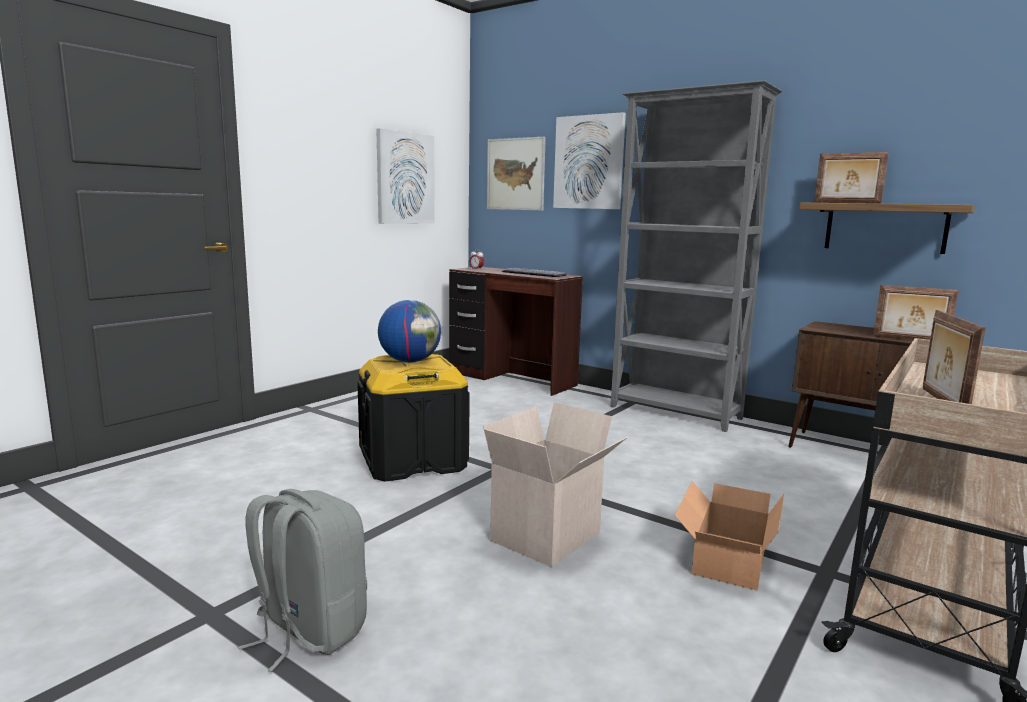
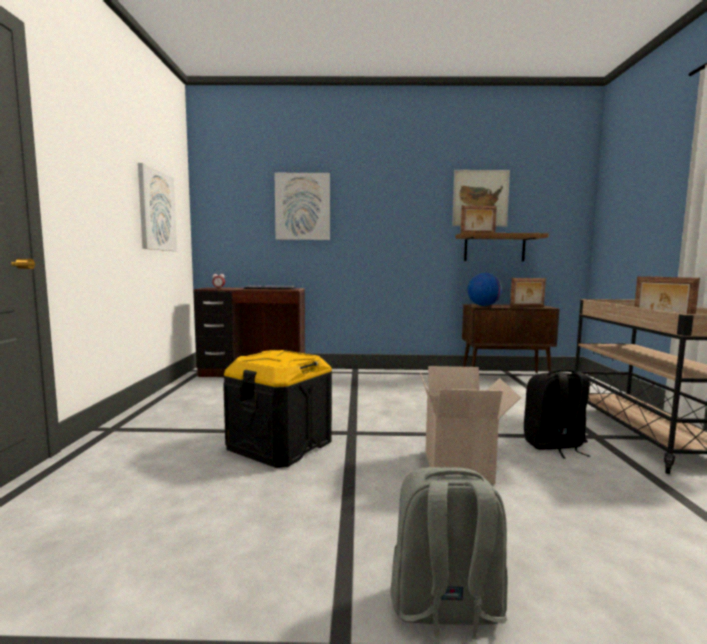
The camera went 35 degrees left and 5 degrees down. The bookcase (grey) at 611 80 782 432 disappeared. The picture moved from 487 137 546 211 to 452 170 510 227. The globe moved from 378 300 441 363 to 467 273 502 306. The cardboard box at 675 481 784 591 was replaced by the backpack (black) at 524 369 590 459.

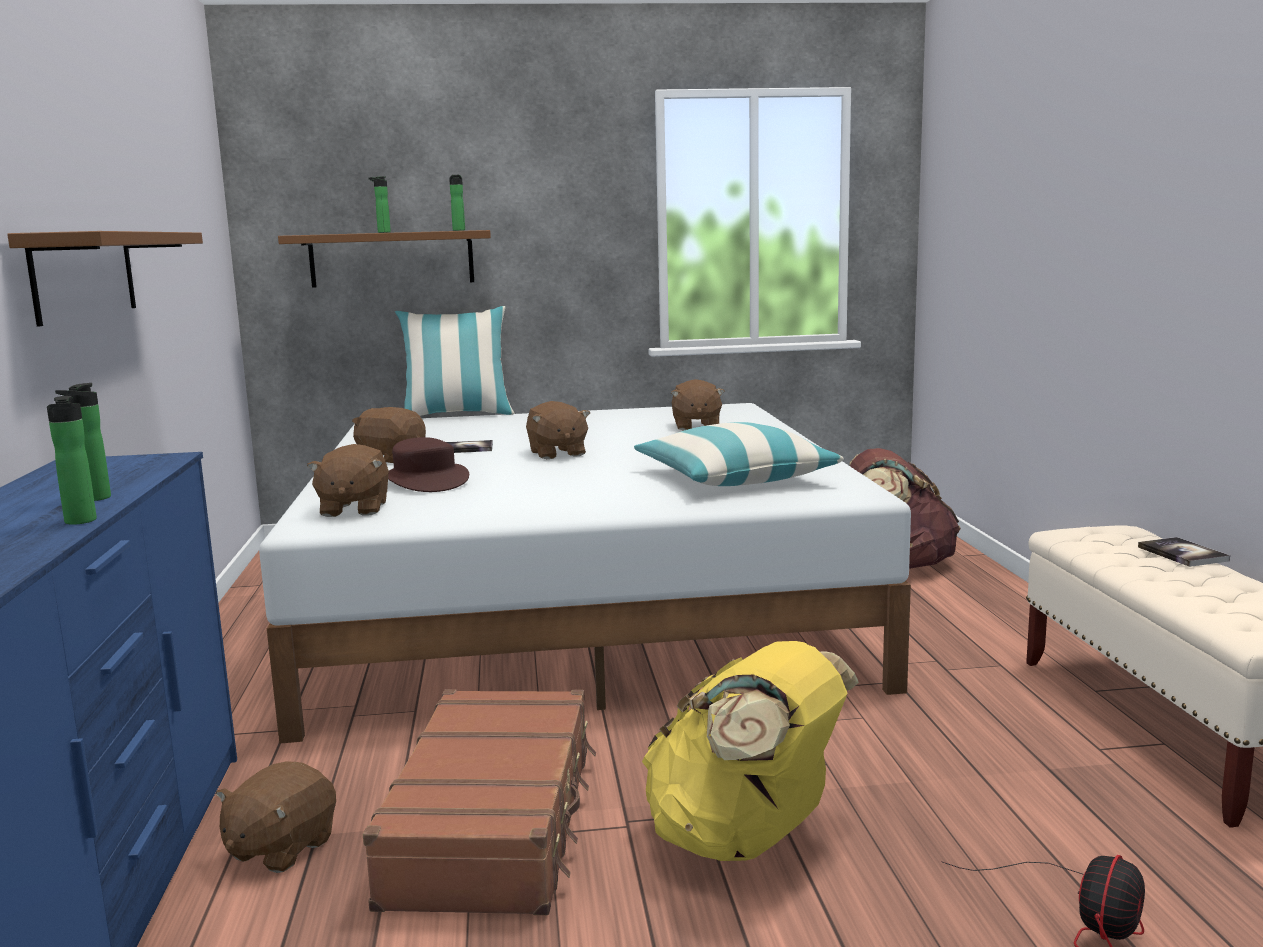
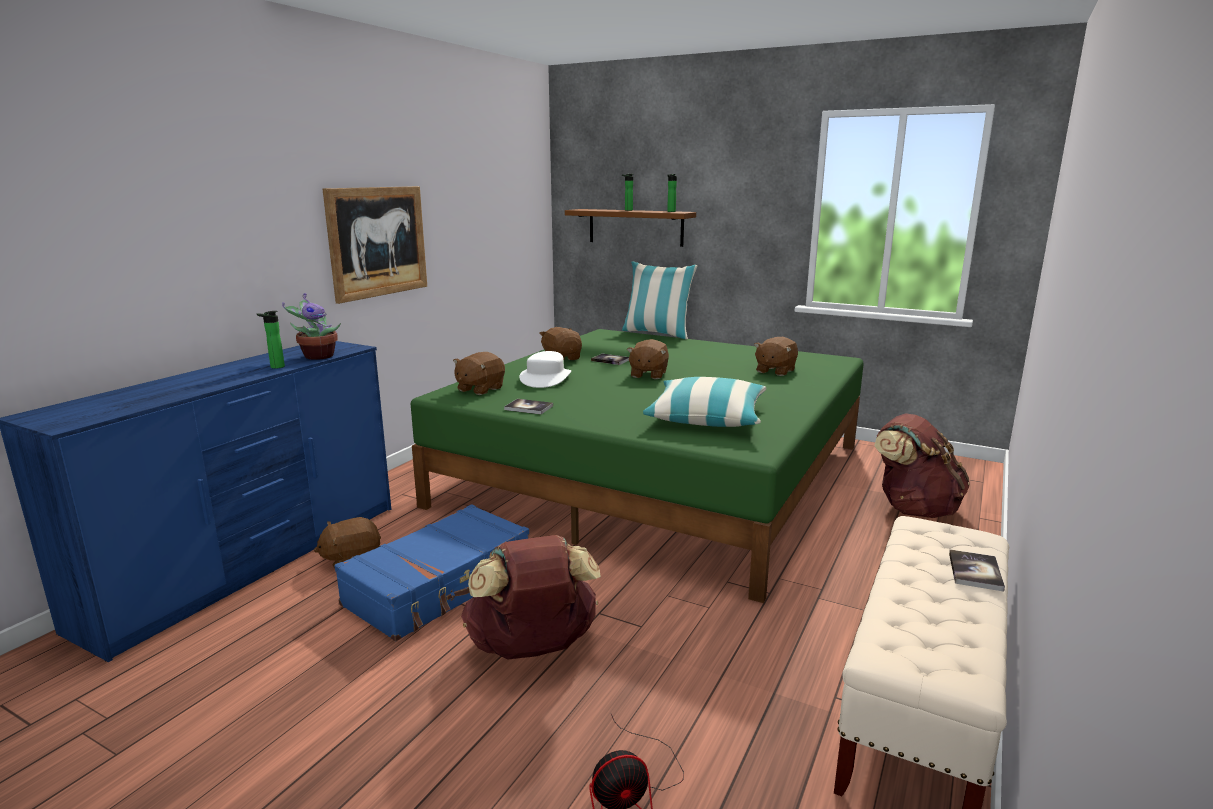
The camera went 35 degrees right and 5 degrees up. The shelf (brown) at 7 231 203 327 was replaced by the picture at 322 186 427 304. The bottle at 47 396 97 525 disappeared. The bed (white) at 259 403 911 744 became the bed (green) at 411 329 864 603. The hat (brown) at 388 437 469 492 became the hat (white) at 519 351 571 388. The backpack (yellow) at 642 641 859 861 became the backpack (brown) at 461 535 601 660. The suitcase (brown) at 363 689 596 915 became the suitcase (blue) at 334 504 529 641. The potted plant at 282 293 341 360 appeared. The book at 504 399 553 415 appeared.

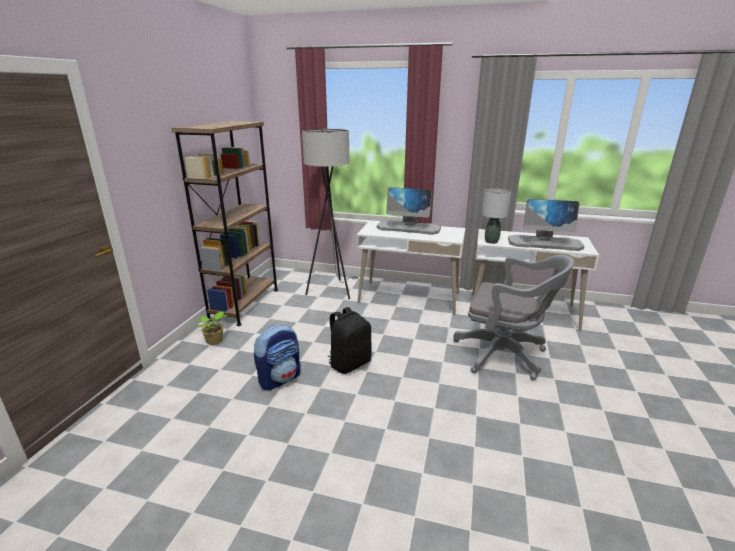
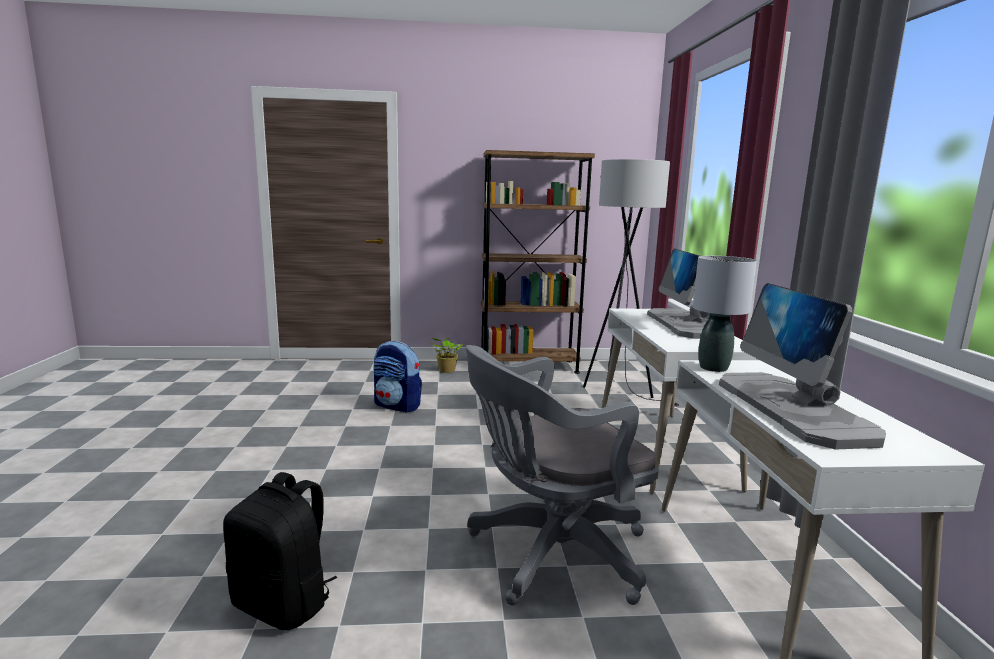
The camera went 70 degrees right and 10 degrees down. The office chair (grey) at 453 255 574 380 turned 60 degrees clockwise. The backpack (black) moved from 328 307 372 374 to 223 472 337 630.

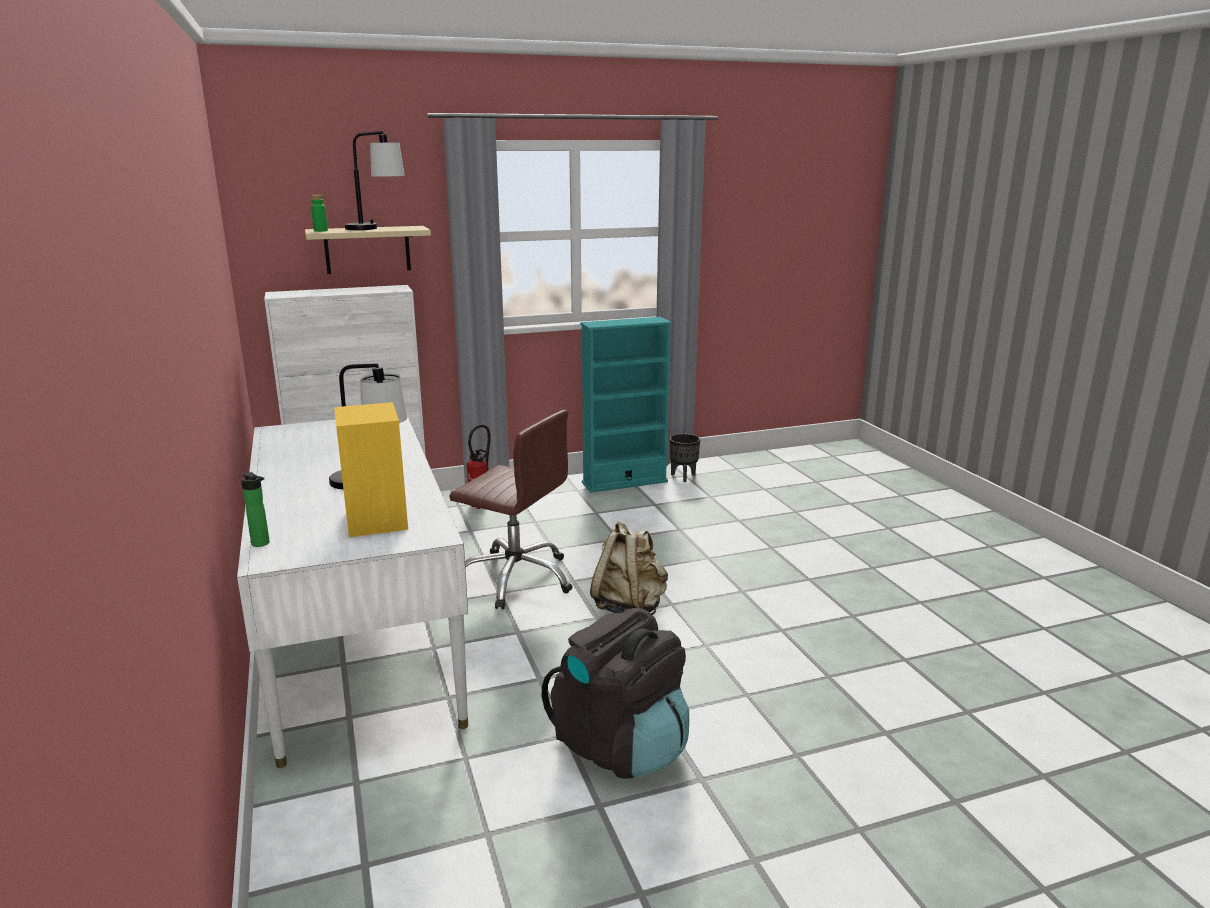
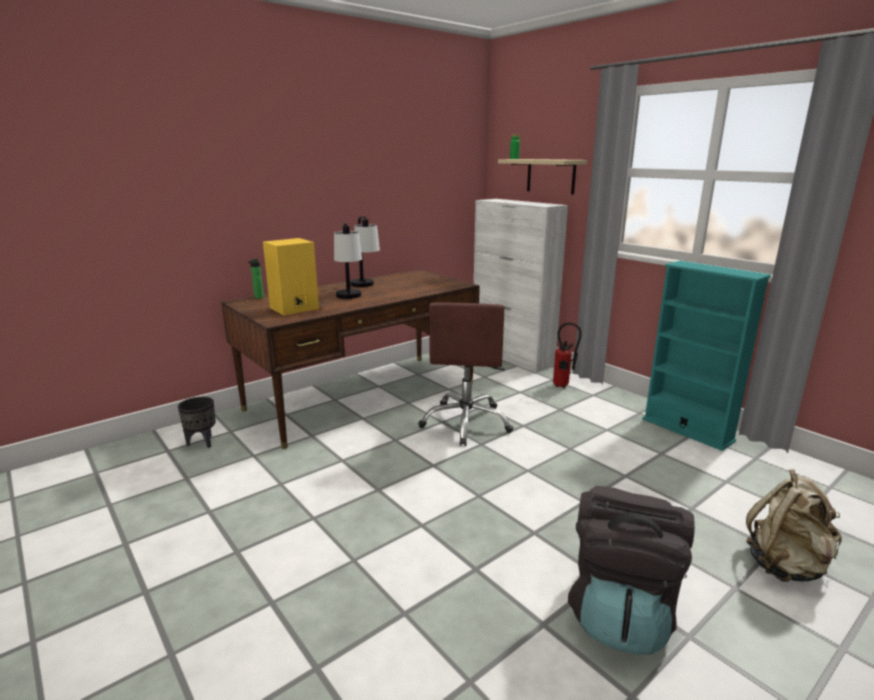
The camera went 70 degrees right and 0 degrees up. The table lamp moved from 345 131 405 230 to 350 216 380 287. The desk (white) at 237 416 468 768 became the desk (brown) at 221 270 480 449. The planter (black) moved from 670 434 700 482 to 178 397 216 448. The backpack (beige) moved from 590 522 668 615 to 746 469 842 582. The backpack (black) moved from 542 608 689 779 to 568 486 695 655.

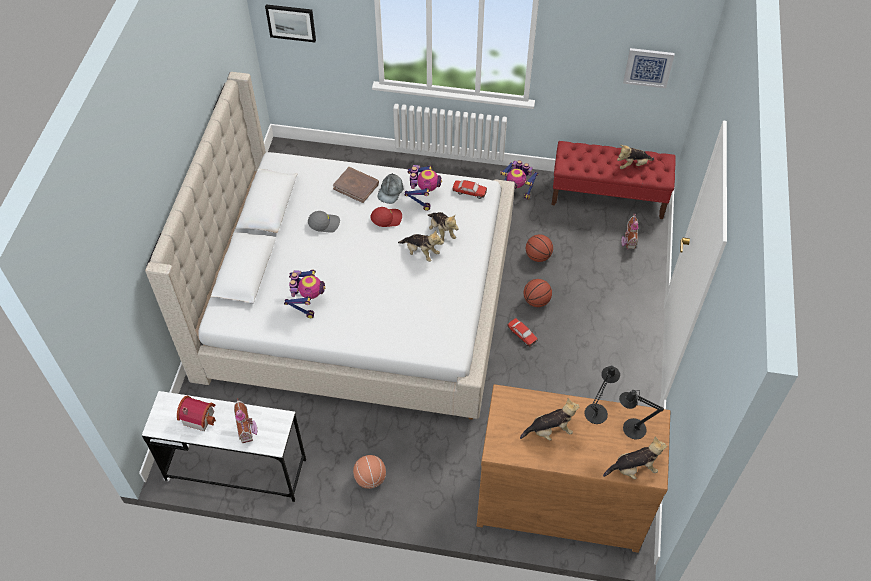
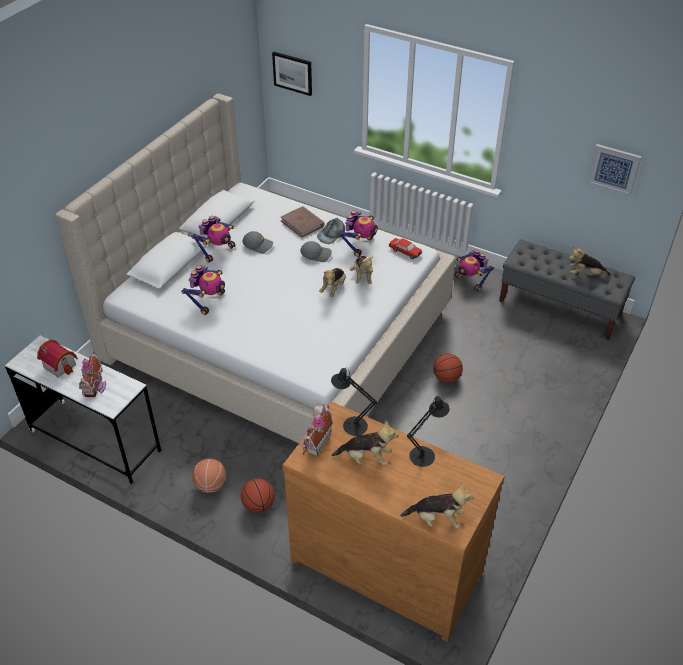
The camera went 20 degrees right and 10 degrees down. The bench (red) at 551 141 676 219 became the bench (grey) at 499 239 635 340. The cap (red) at 370 207 402 227 became the cap (grey) at 300 241 332 262. The toy house moved from 621 213 639 249 to 303 404 333 456. The plush toy at 398 230 444 262 turned 60 degrees clockwise. The basketball moved from 526 234 553 262 to 241 479 275 513. The toy car at 507 318 538 347 disappeared. The table lamp (black) moved from 619 390 664 439 to 331 368 377 436. The toy robot at 191 216 236 263 appeared.

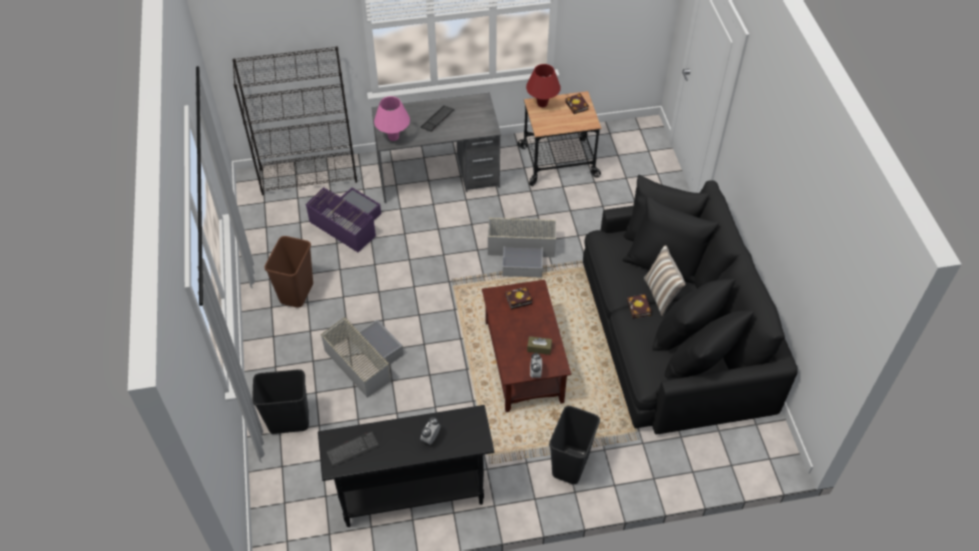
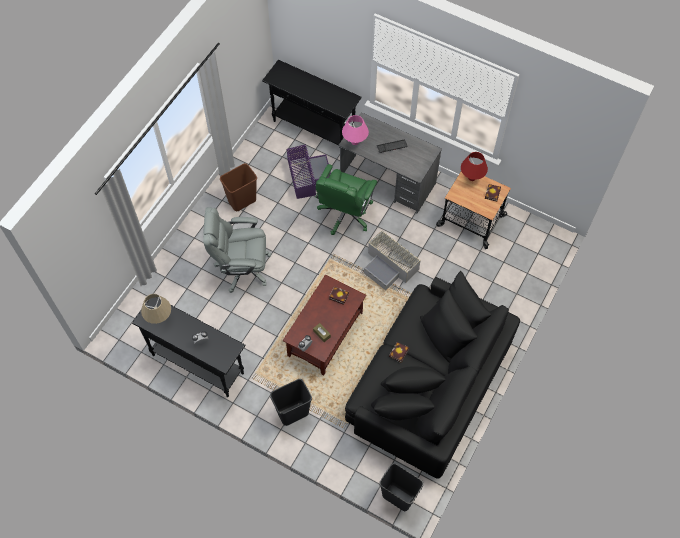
The camera went 40 degrees right and 10 degrees up. The bookcase (black) at 232 46 357 195 was replaced by the console table (black) at 262 60 362 147. The pillow at 644 245 686 316 disappeared. The storage box (grey) at 321 316 404 398 was replaced by the office chair (grey) at 203 207 271 293. The trash can (black) moved from 252 369 309 434 to 379 463 424 511. The keyboard at 326 431 380 467 was replaced by the table lamp (beige) at 141 294 171 324. The office chair (green) at 316 164 377 235 appeared.

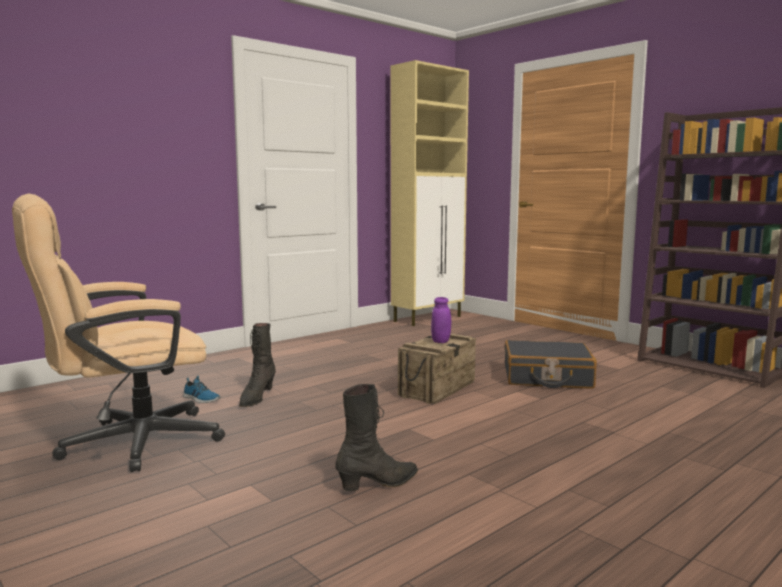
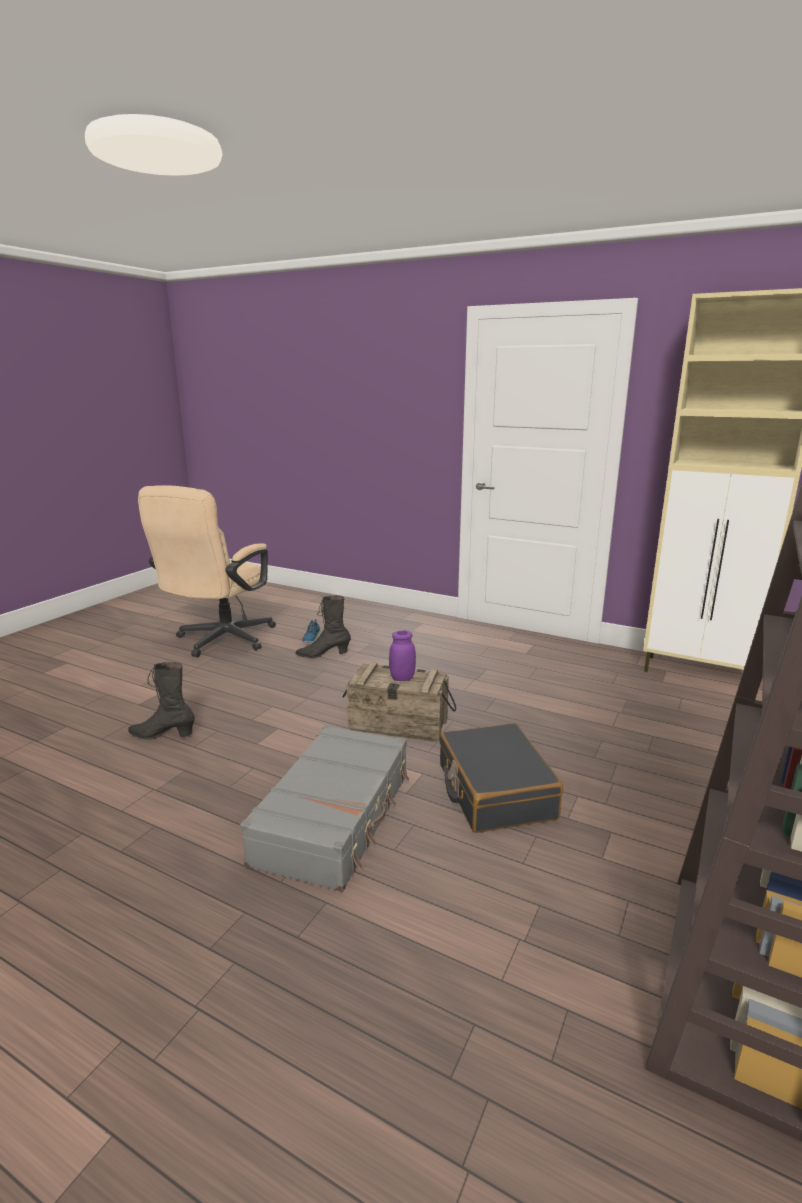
The camera went 70 degrees right and 10 degrees up. The office chair (beige) at 12 193 225 472 turned 105 degrees counterclockwise. The boot (black) at 335 384 418 491 turned 150 degrees clockwise. The suitcase (grey) at 240 725 409 892 appeared.

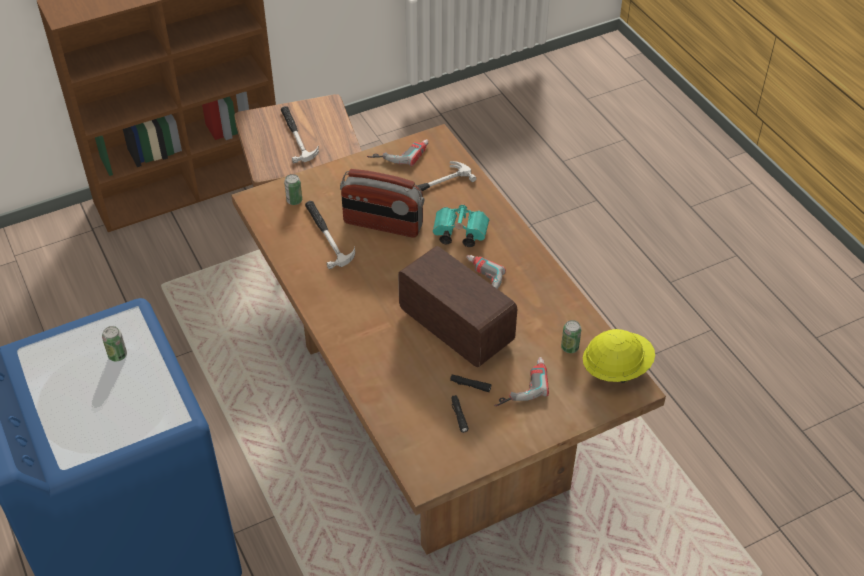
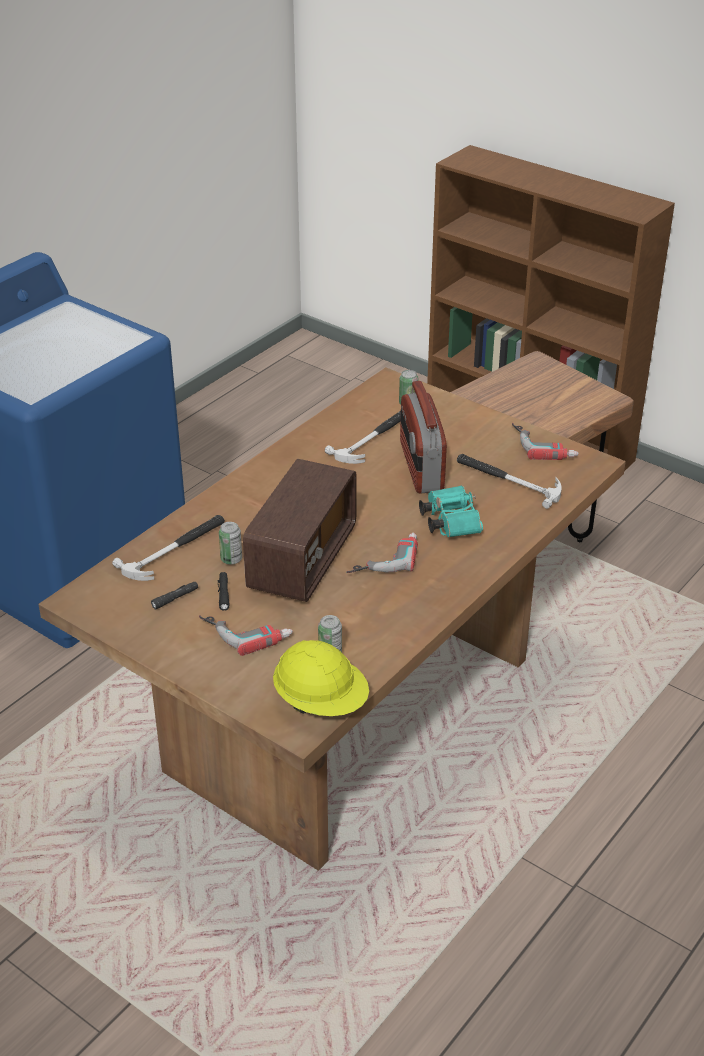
The camera went 65 degrees right and 10 degrees down. The hammer moved from 281 106 319 163 to 112 515 225 581. The can moved from 102 326 127 362 to 219 522 242 565.

